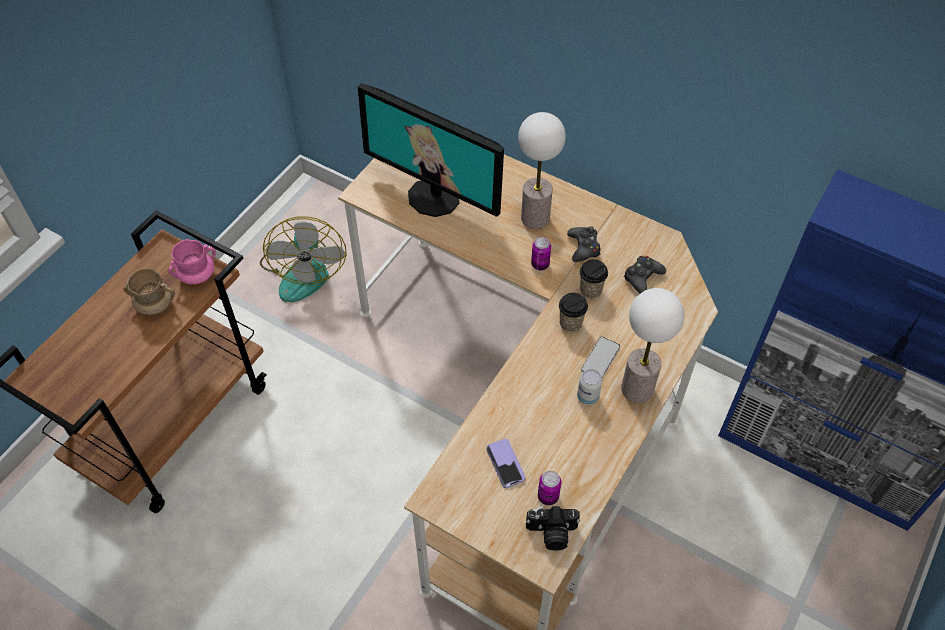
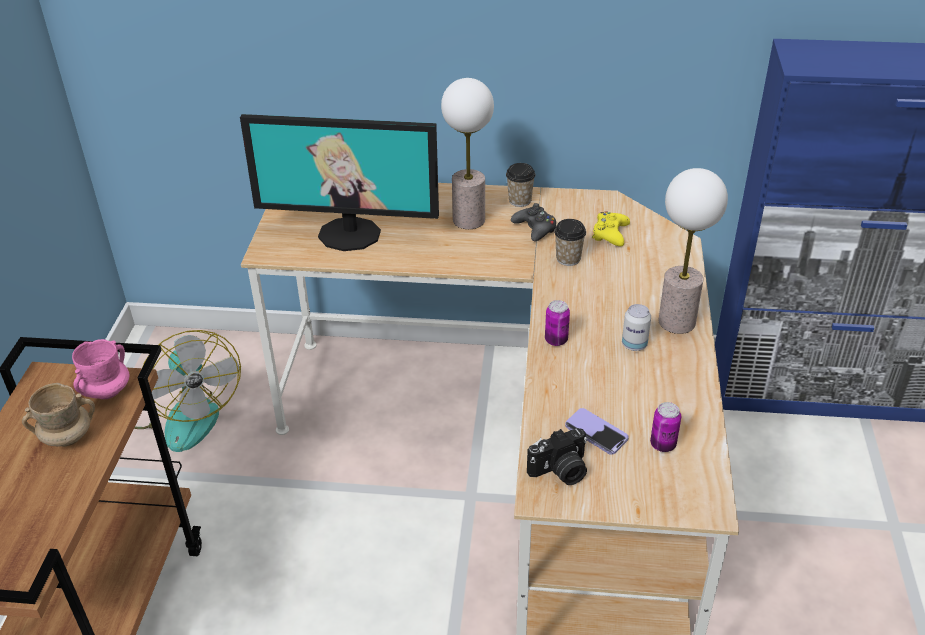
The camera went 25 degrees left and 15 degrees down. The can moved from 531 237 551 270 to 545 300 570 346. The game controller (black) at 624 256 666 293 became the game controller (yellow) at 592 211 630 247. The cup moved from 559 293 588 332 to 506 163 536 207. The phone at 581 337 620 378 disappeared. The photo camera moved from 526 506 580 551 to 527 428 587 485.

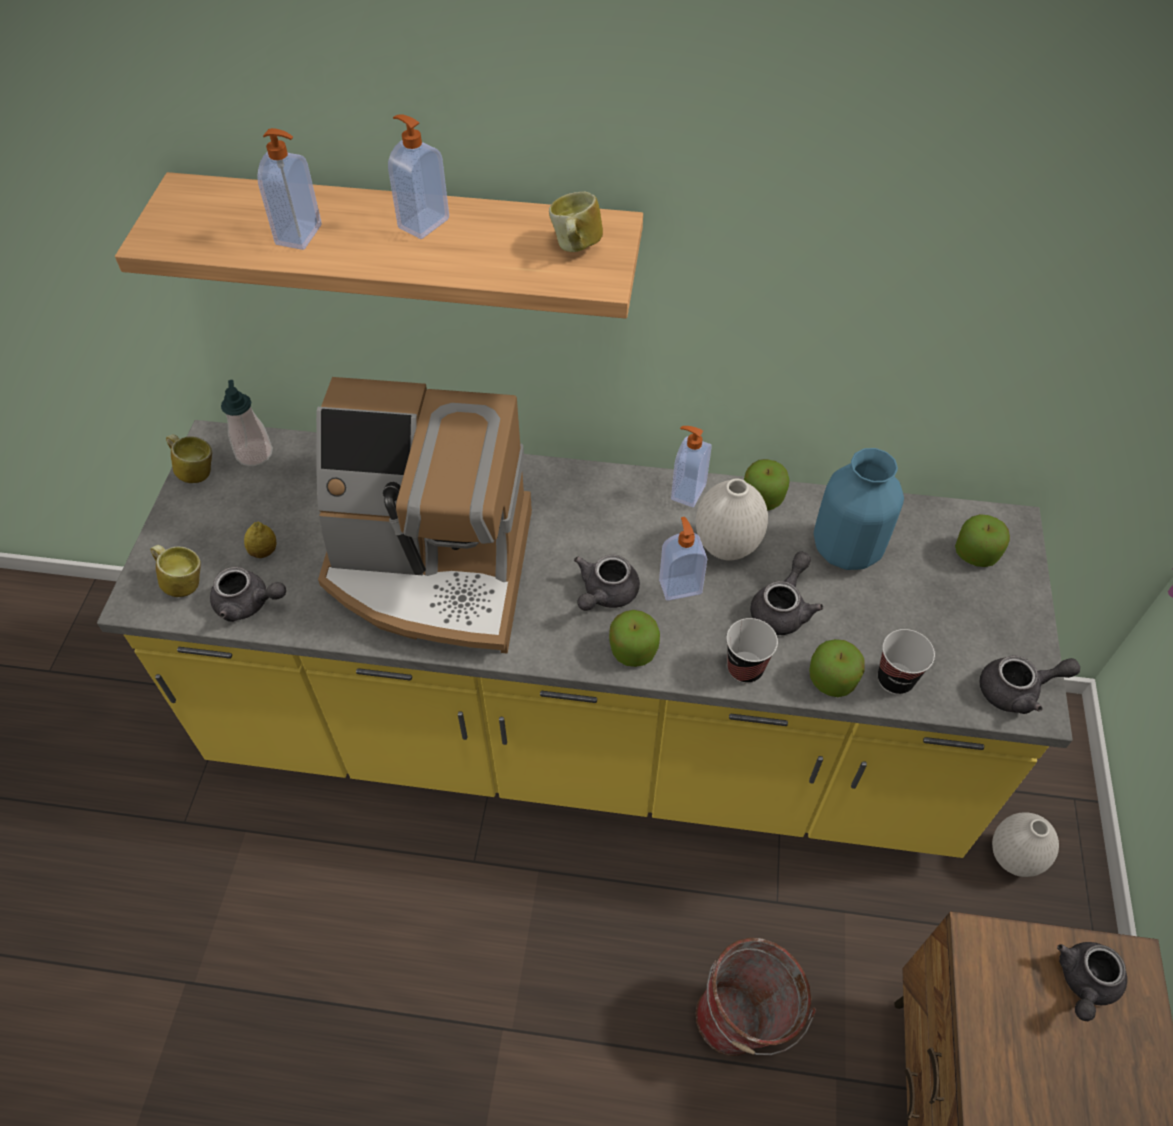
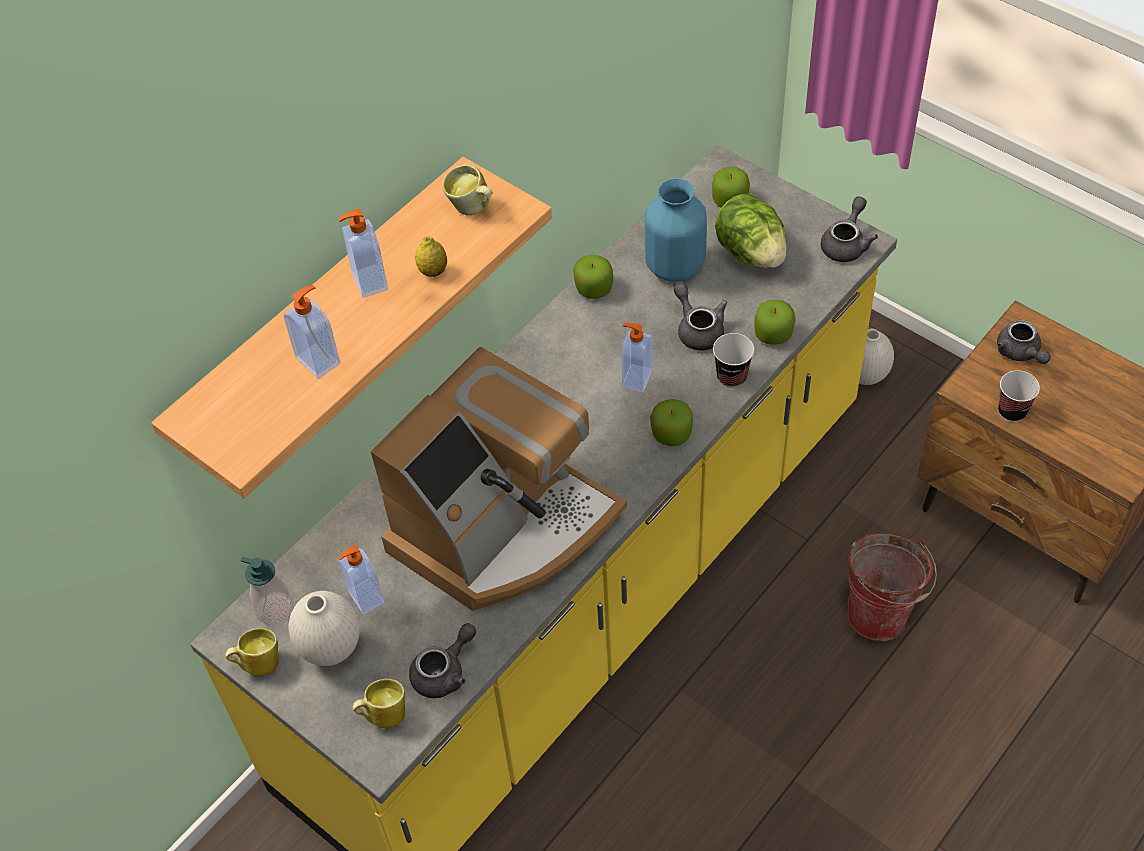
The camera went 55 degrees left and 0 degrees up. The soap dispenser moved from 671 426 712 507 to 338 545 384 615. The vase (white) moved from 696 478 768 561 to 288 591 360 666. The lemon moved from 244 522 276 558 to 415 236 447 277. The teapot (grey) at 574 555 640 611 disappeared. The cup moved from 878 629 935 695 to 998 370 1040 422. The lettuce at 715 194 787 268 appeared.

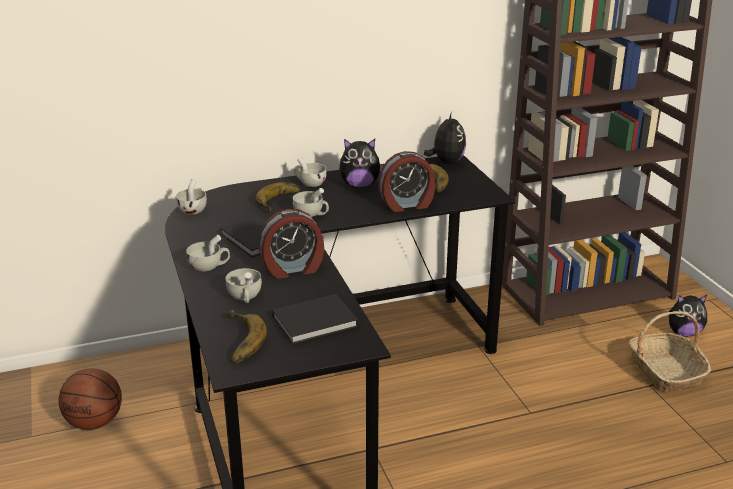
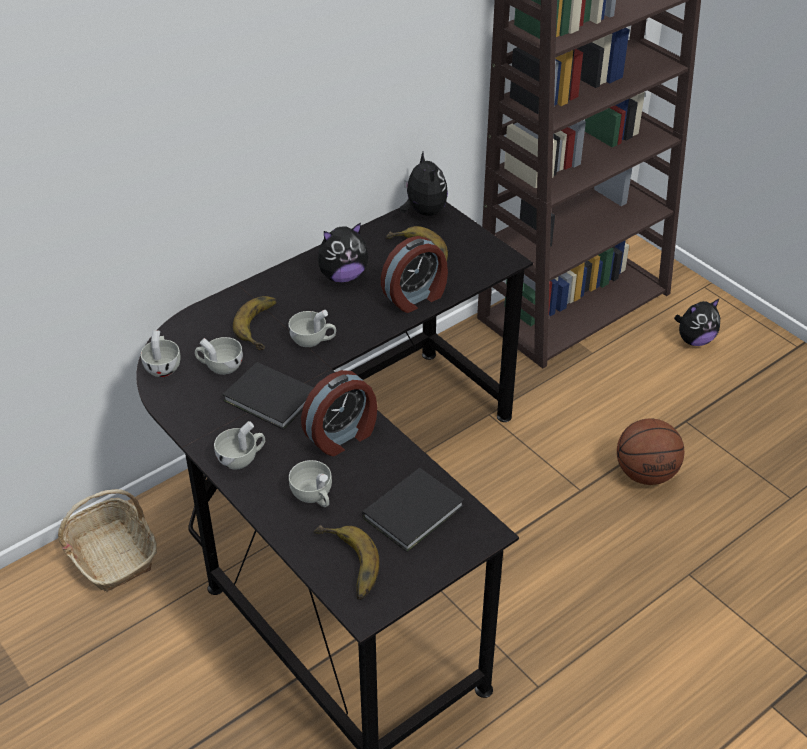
The camera went 20 degrees left and 15 degrees up. The cup (white) moved from 294 157 327 187 to 195 337 243 375. The basket moved from 628 311 711 393 to 58 489 157 592. The basketball moved from 58 368 122 430 to 617 419 684 485.

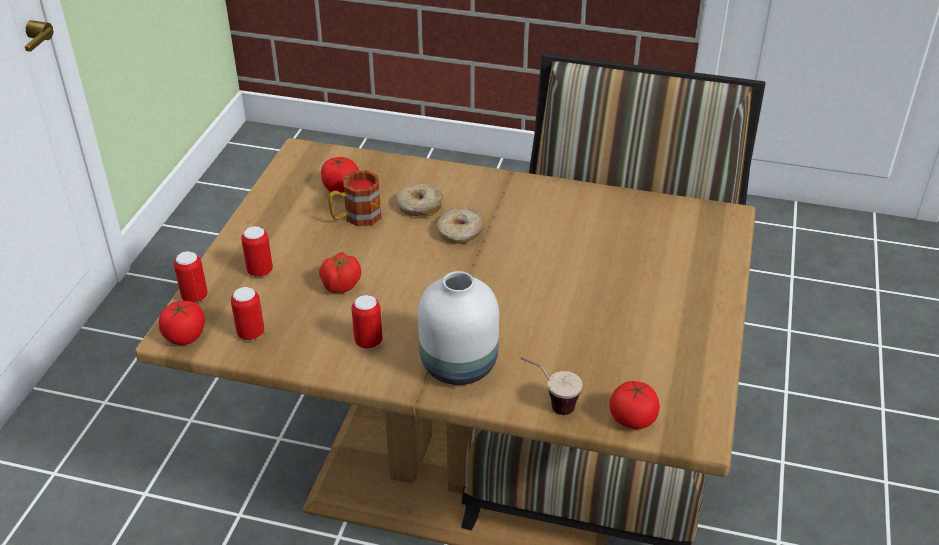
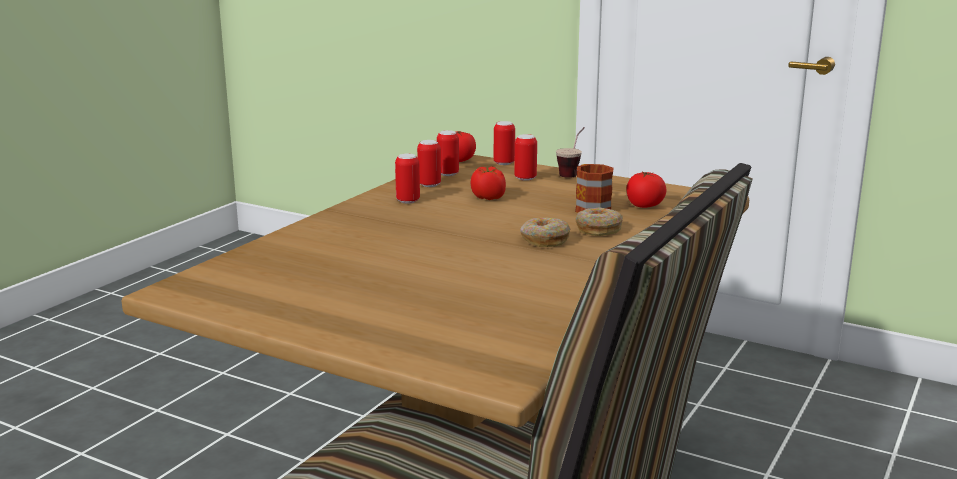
The camera went 105 degrees right and 20 degrees down. The vase (white) at 418 271 499 385 disappeared. The cup moved from 521 357 583 415 to 556 127 585 178. The tomato at 609 381 660 429 disappeared. The can at 417 140 441 187 appeared.

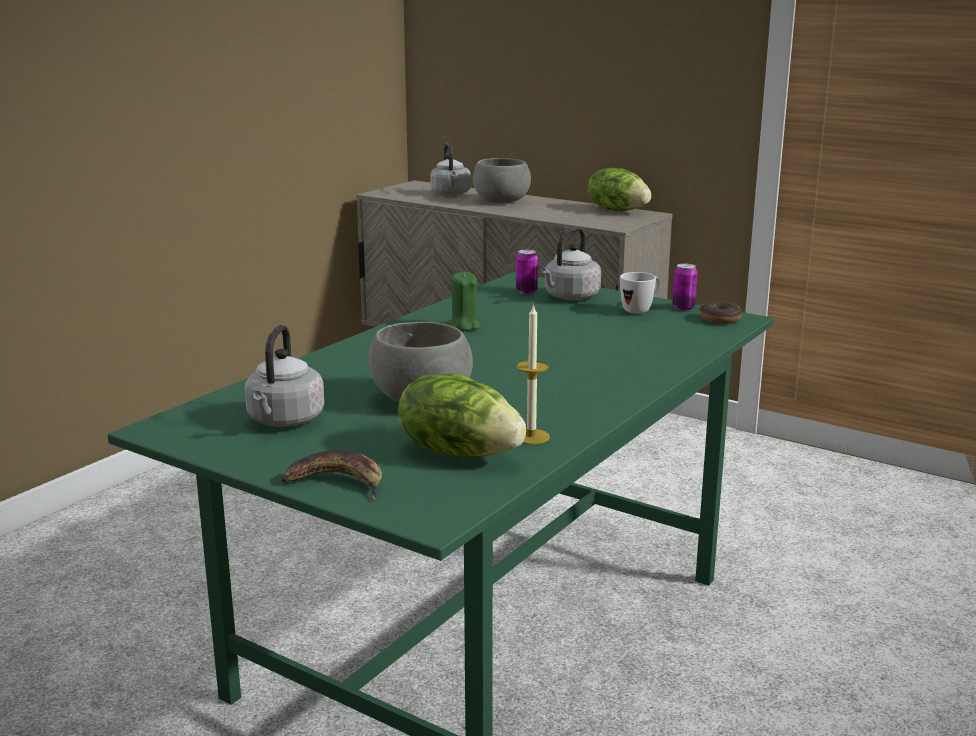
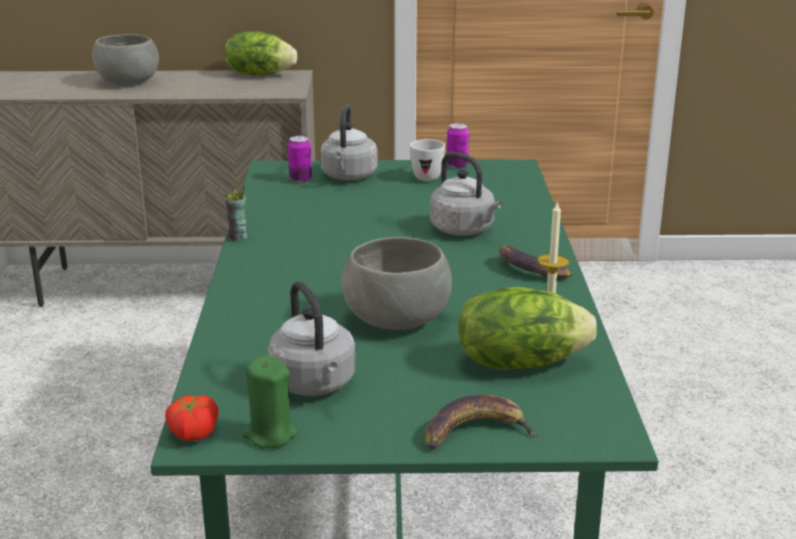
The camera went 35 degrees left and 5 degrees up. The kettle (grey) moved from 430 142 471 196 to 430 152 502 235. The candle (green) moved from 448 271 480 331 to 242 355 298 449. The donut at 699 301 742 324 disappeared. The cup at 225 184 247 241 appeared. The banana at 499 245 573 278 appeared. The tomato at 165 395 219 441 appeared.

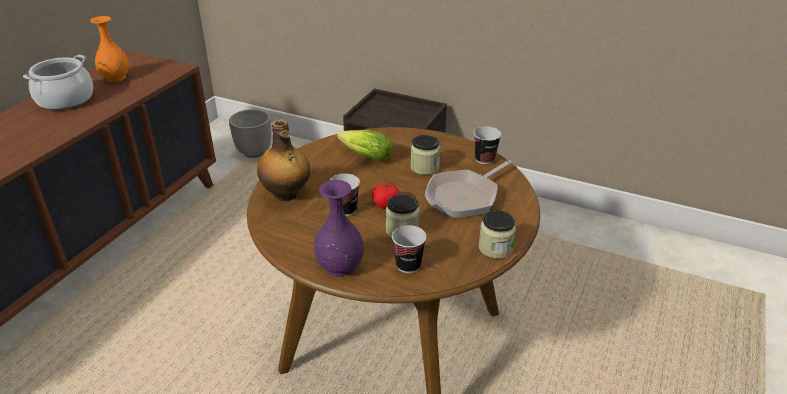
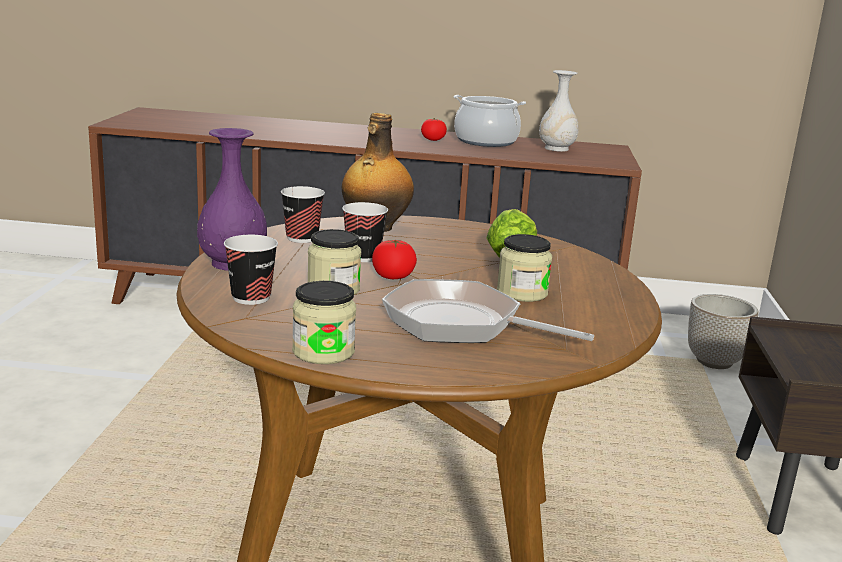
The camera went 70 degrees right and 15 degrees down. The vase (orange) at 90 16 129 82 became the vase (white) at 539 70 579 152. The cup moved from 474 127 501 165 to 281 186 325 243. The tomato at 421 118 447 141 appeared.

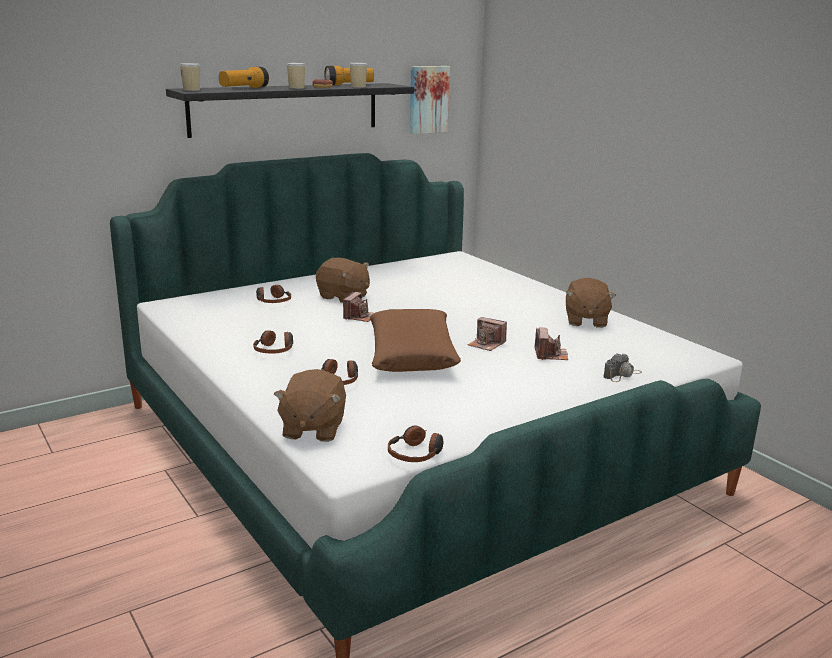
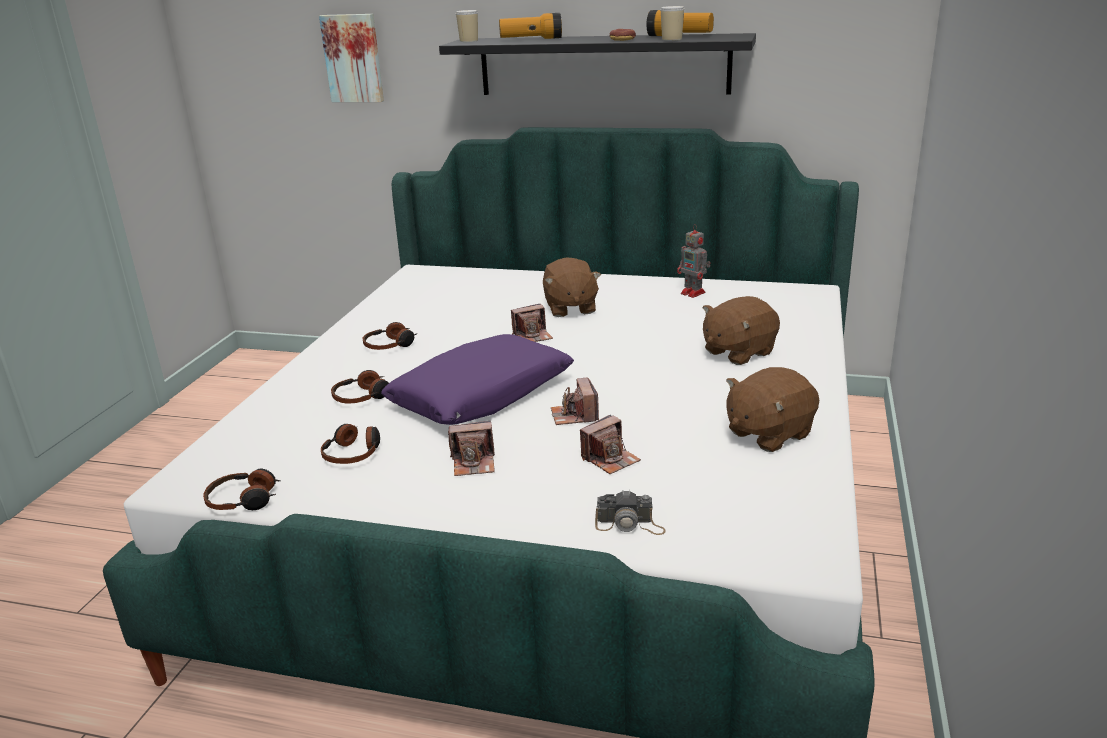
The camera went 50 degrees right and 5 degrees up. The cup at 287 63 305 89 disappeared. The picture moved from 410 66 450 134 to 319 14 384 102. The headphones moved from 256 285 291 303 to 321 424 380 464. The pillow (brown) at 370 309 461 372 became the pillow (purple) at 381 334 574 425. The plush toy (brown) moved from 274 369 346 442 to 702 296 780 365. The toy robot at 677 224 710 298 appeared. The photo camera at 448 421 495 476 appeared.

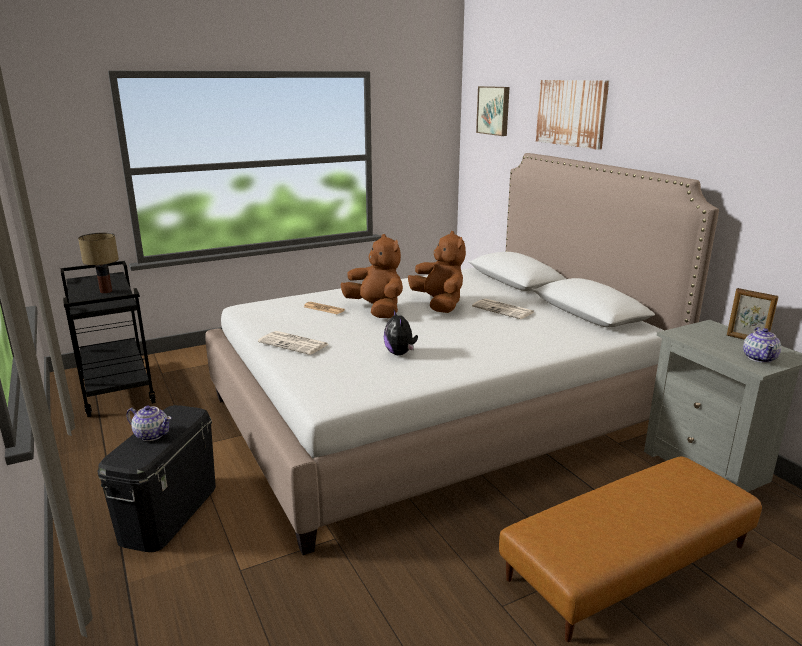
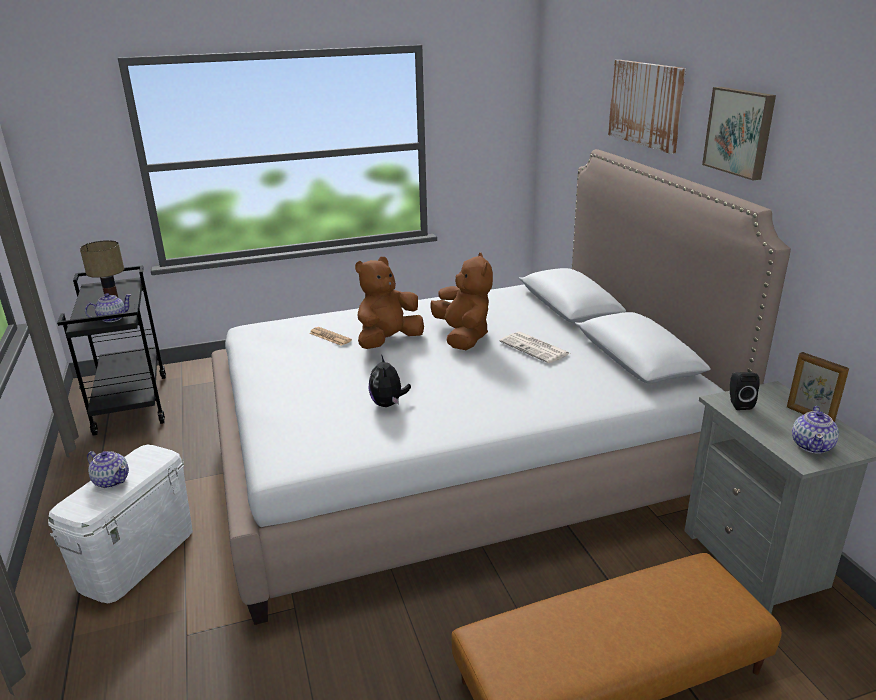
The camera went 10 degrees right and 5 degrees up. The picture moved from 476 86 510 136 to 702 87 776 180. The plush toy (brown) at 340 234 403 318 turned 105 degrees counterclockwise. The newspaper at 258 331 329 355 disappeared. The storage box (black) at 97 405 216 552 became the storage box (white) at 48 445 193 603. The teapot at 85 293 132 322 appeared. The speaker (black) at 730 372 760 410 appeared.

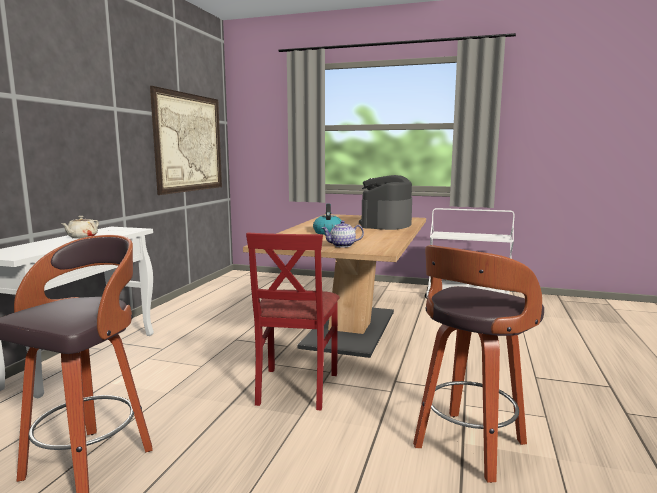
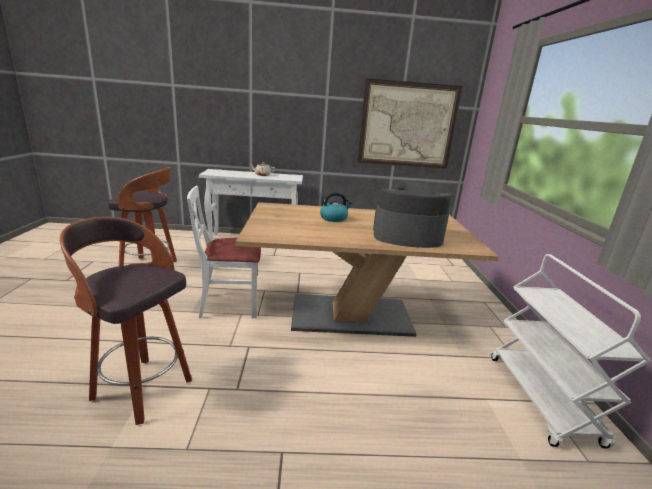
The camera went 70 degrees right and 10 degrees up. The teapot at 322 221 364 248 disappeared. The chair (red) at 246 232 340 410 became the chair (white) at 187 186 261 318.

